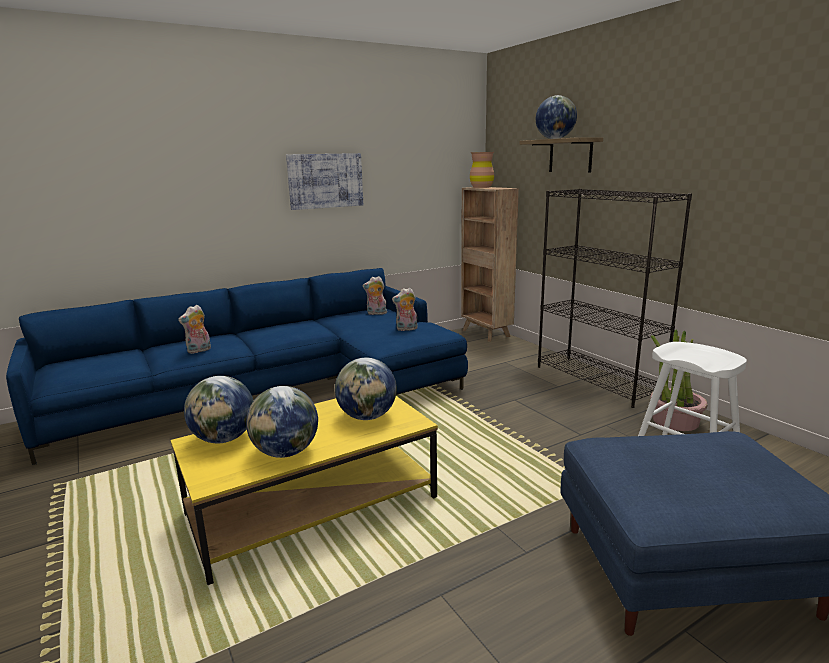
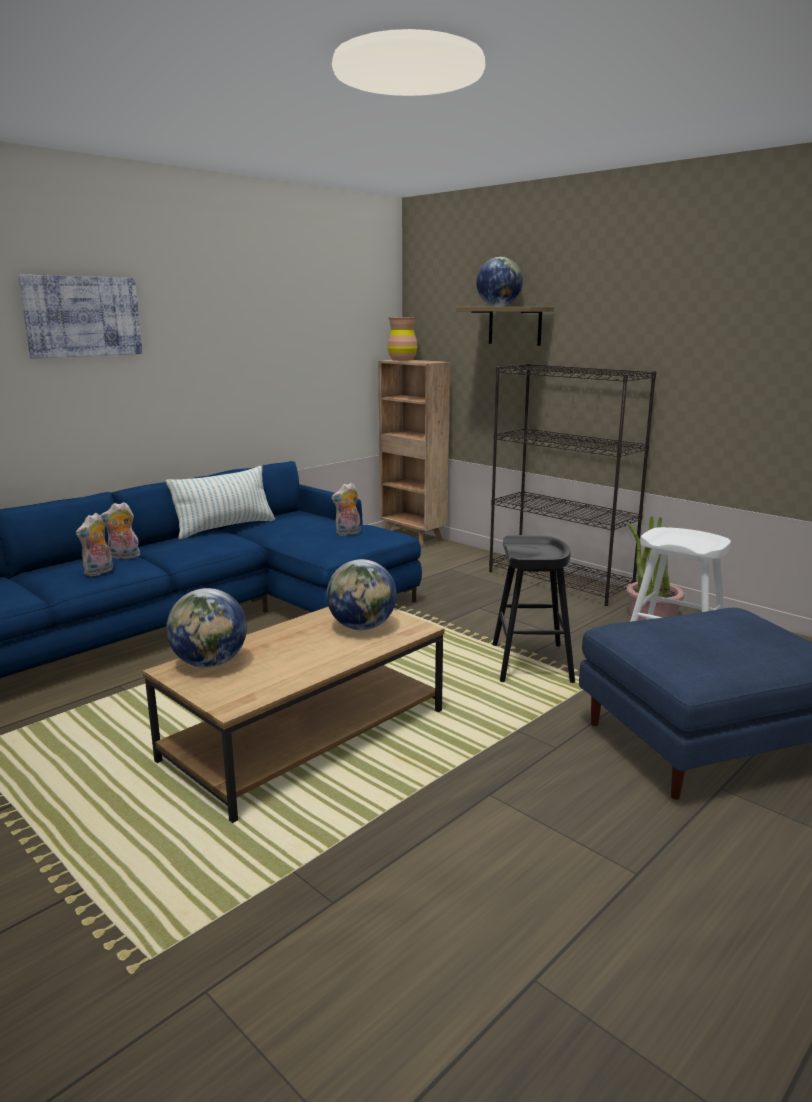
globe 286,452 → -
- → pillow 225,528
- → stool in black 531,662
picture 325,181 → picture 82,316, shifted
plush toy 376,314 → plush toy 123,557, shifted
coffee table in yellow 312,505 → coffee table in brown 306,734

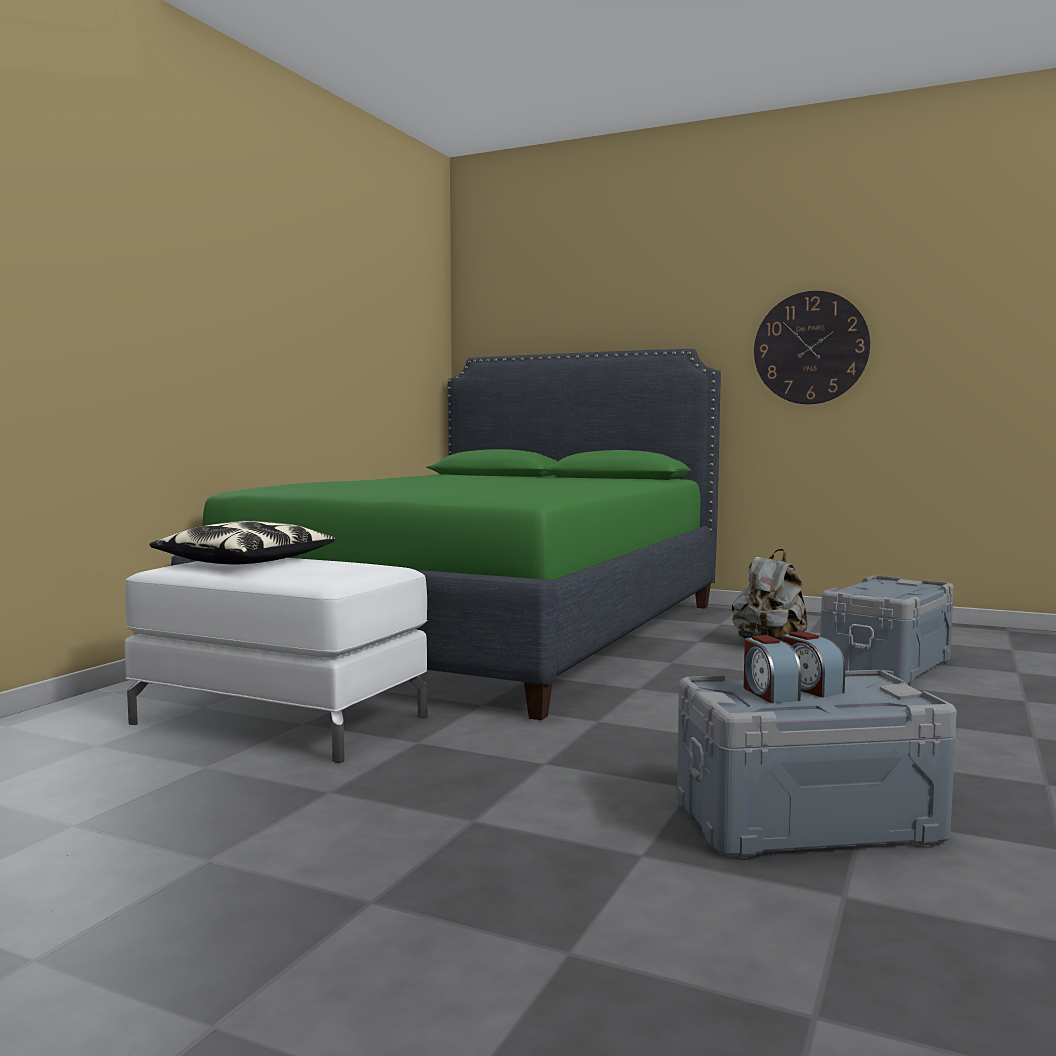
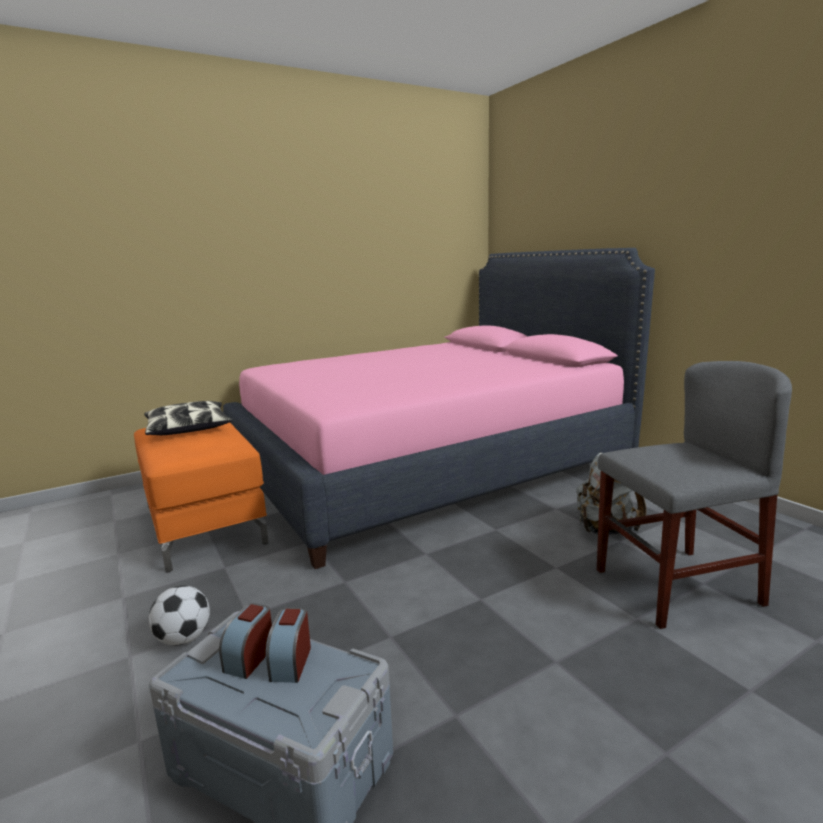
wall clock 811,348 → -
- → football 183,638
storage box in grey 887,666 → chair in grey 676,586
ottoman in white 282,719 → ottoman in orange 205,523
bed in green 488,632 → bed in pink 428,466

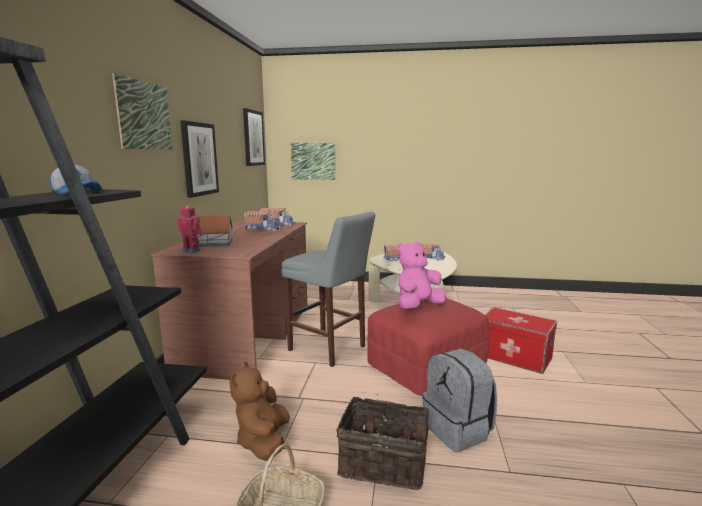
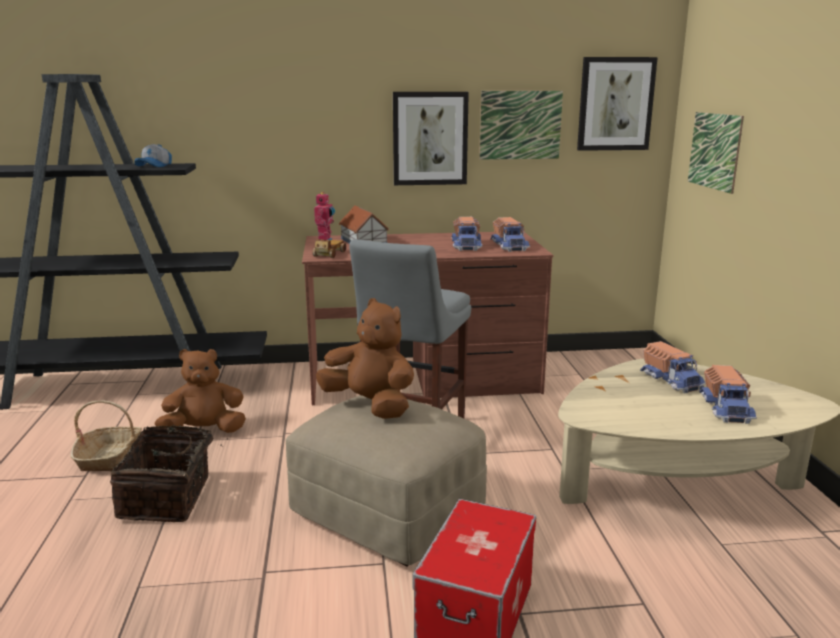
backpack in grey 458,430 → -
- → toy car 329,254
picture 144,115 → picture 520,125, shifted
ottoman in red 426,367 → ottoman in beige 389,512
plush toy in pink 418,307 → plush toy in brown 370,405

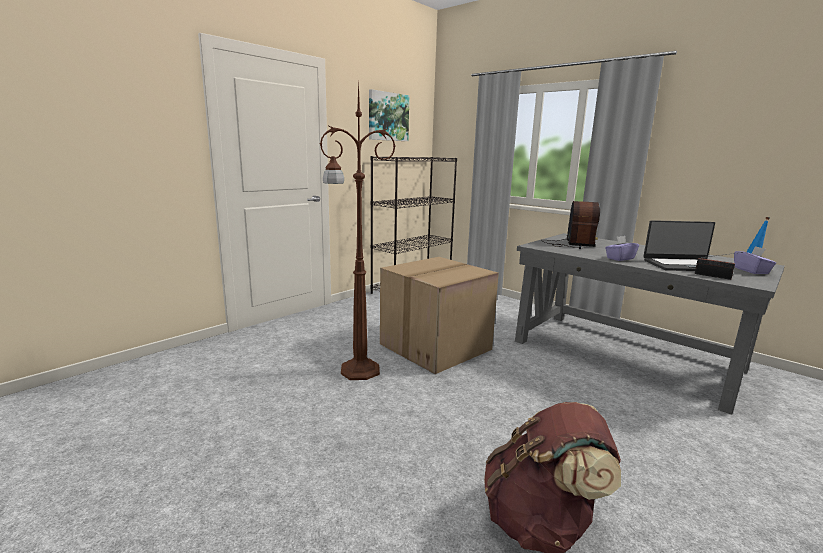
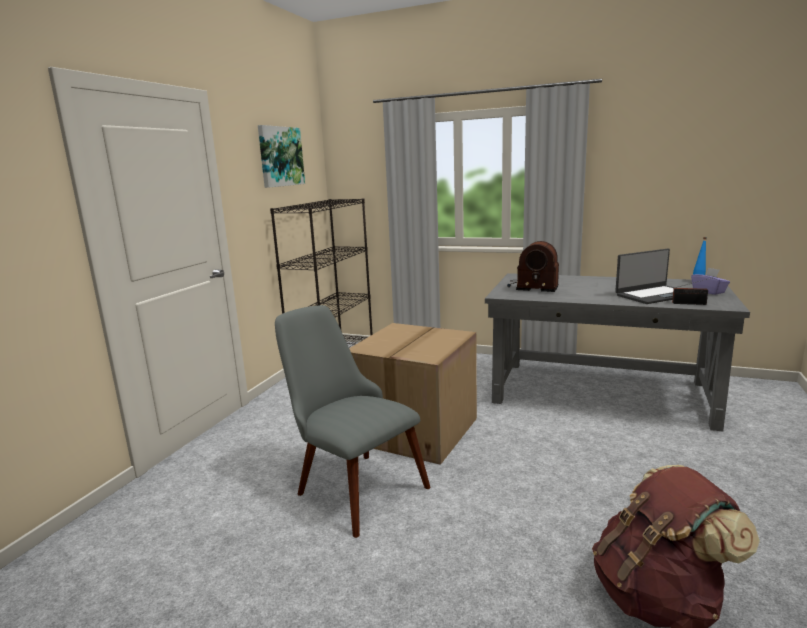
tissue box in purple 619,258 → -
floor lamp in brown 357,370 → chair in grey 351,485
radio 571,244 → radio 532,286, 120 degrees clockwise

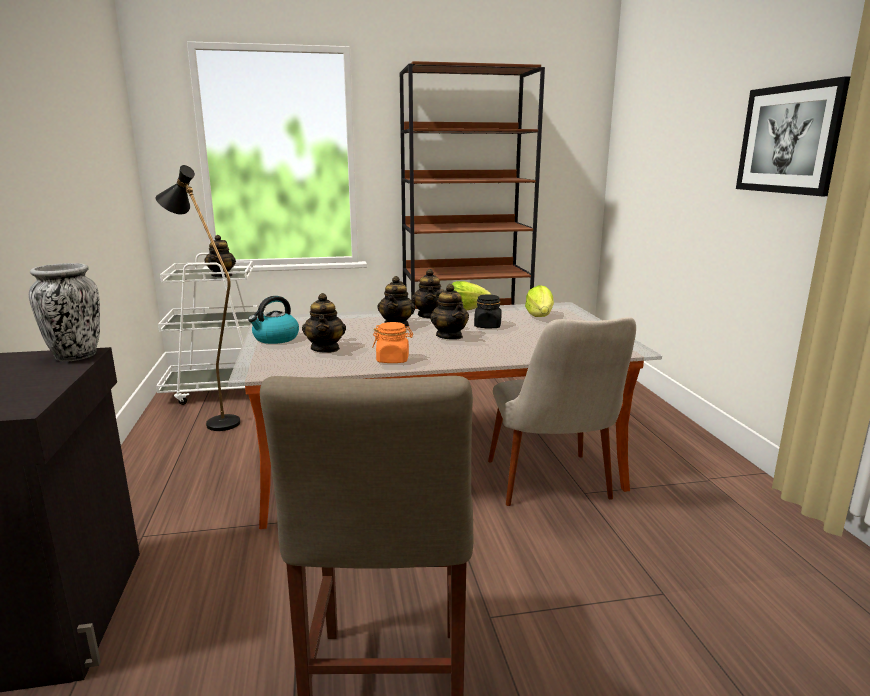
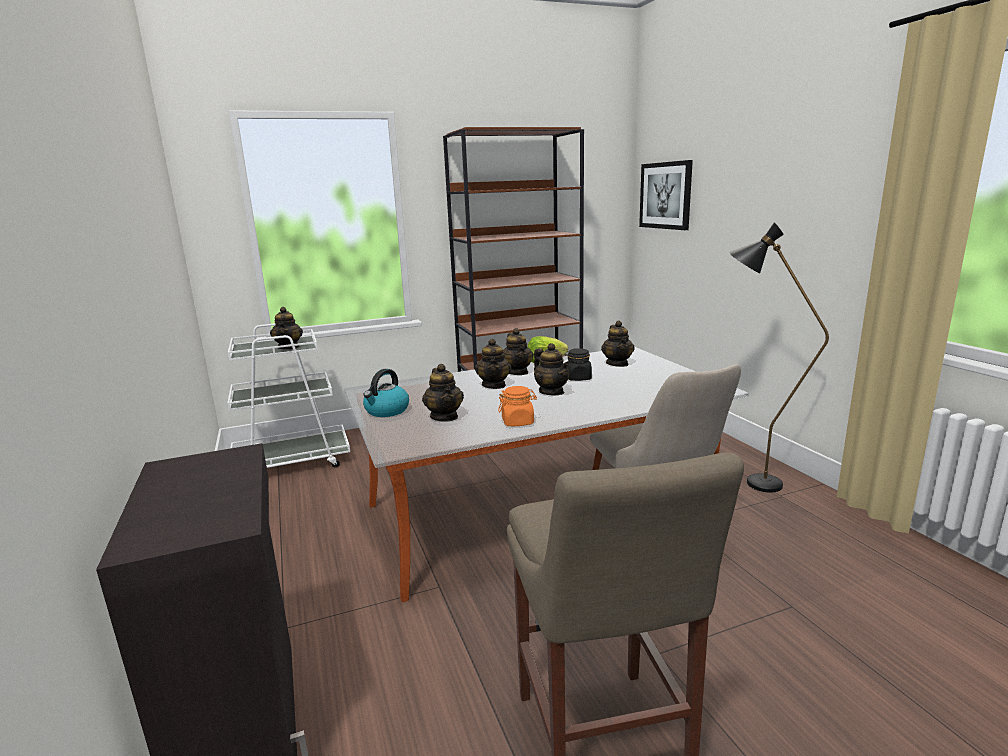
vase 75,356 → -
floor lamp in black 215,421 → floor lamp in black 750,482, shifted
picture 789,139 → picture 665,195, shifted
lettuce 540,316 → teapot 617,364

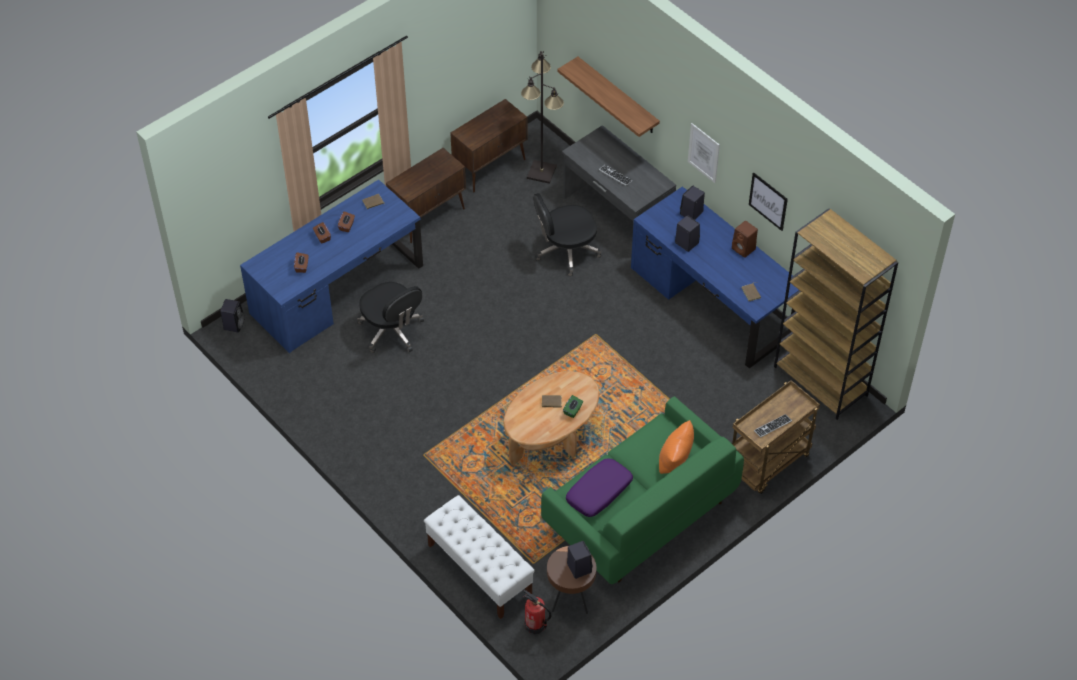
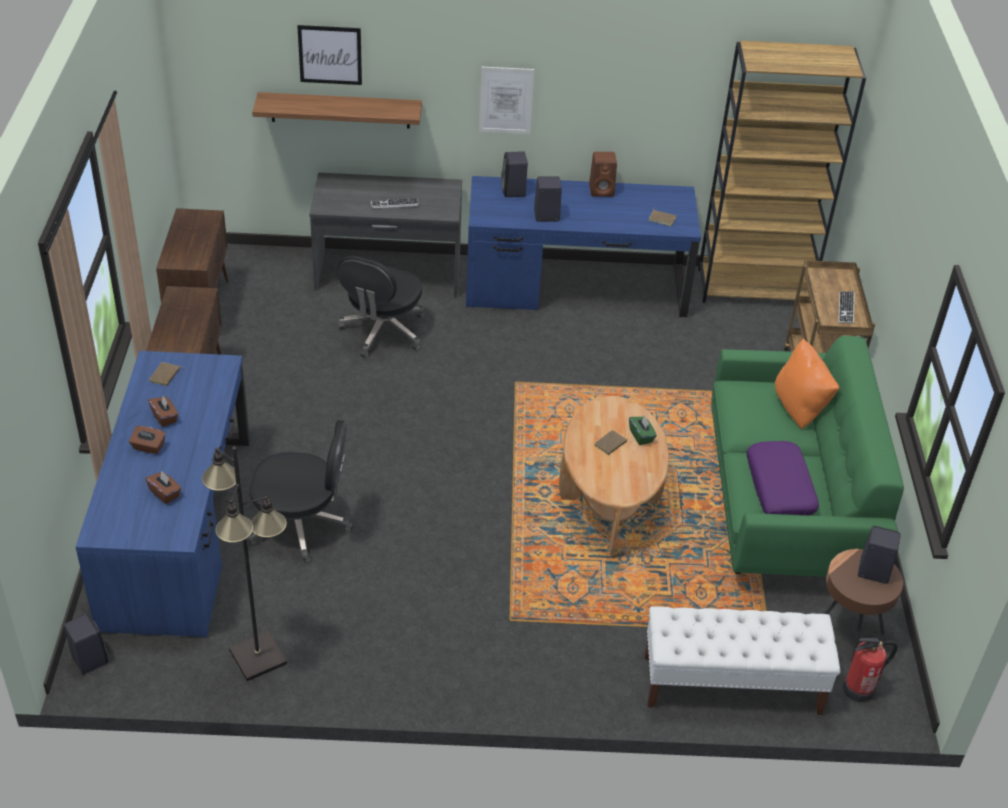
floor lamp in black 542,172 → floor lamp in black 258,656, shifted
picture 768,201 → picture 330,55, shifted

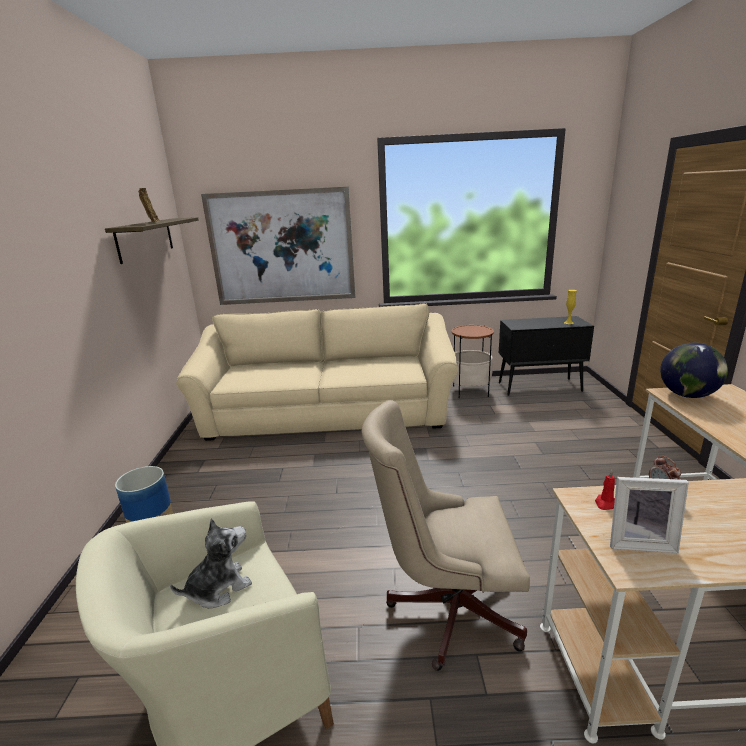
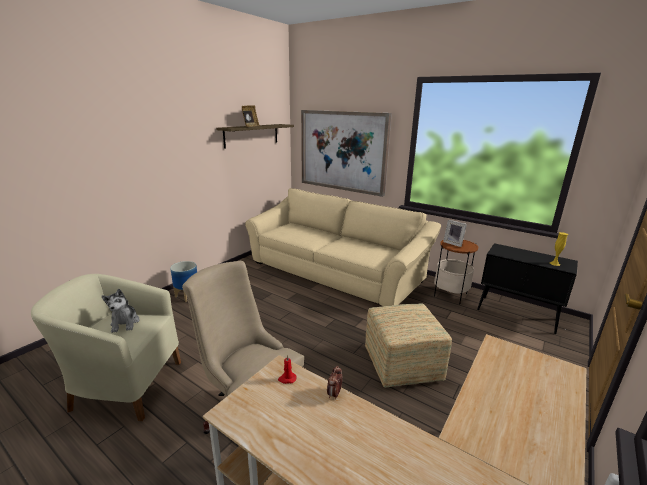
globe 687,395 → -
- → ottoman 403,365
picture frame 639,541 → picture frame 453,243, shifted
plush toy 219,588 → plush toy 125,323, 75 degrees clockwise

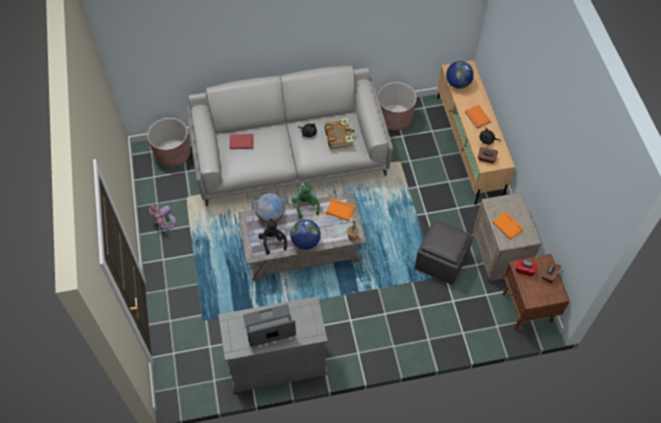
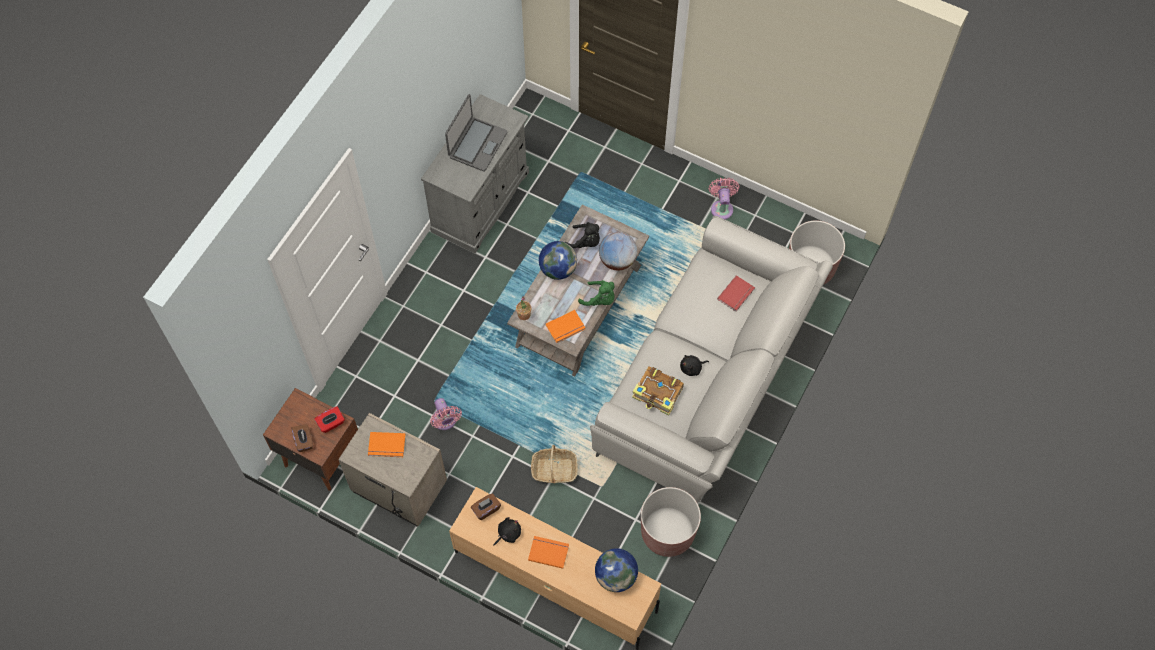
- → basket 554,470
ottoman in grey 440,261 → fan in pink 445,421

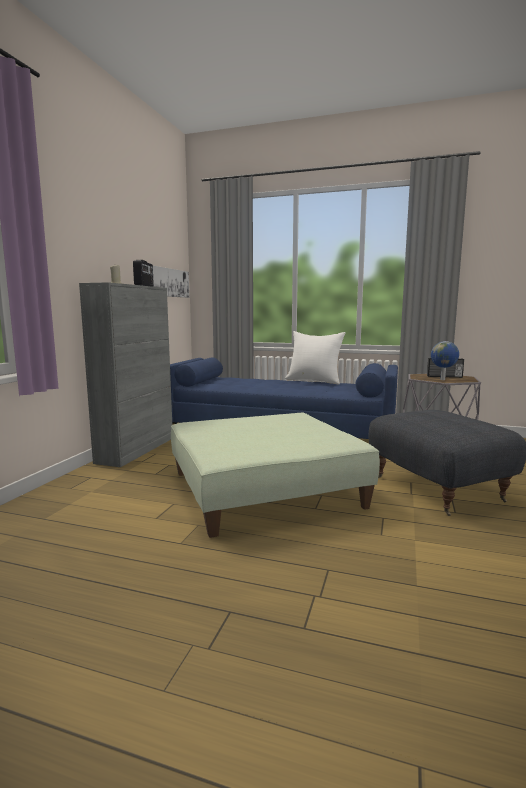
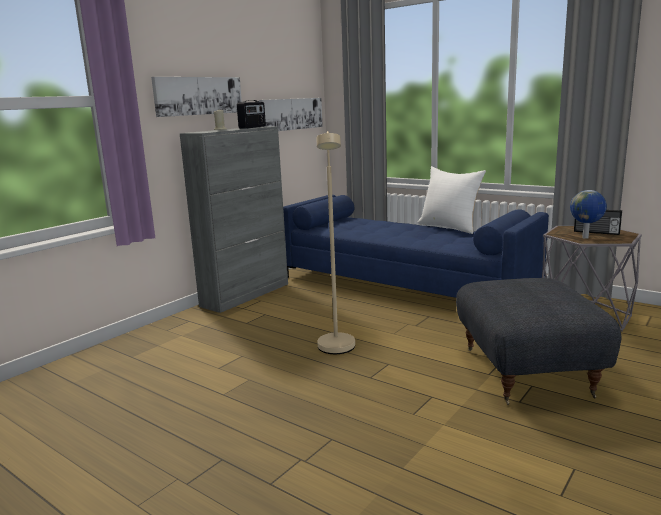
- → picture 198,96
ottoman in green 265,489 → floor lamp in beige 336,351

